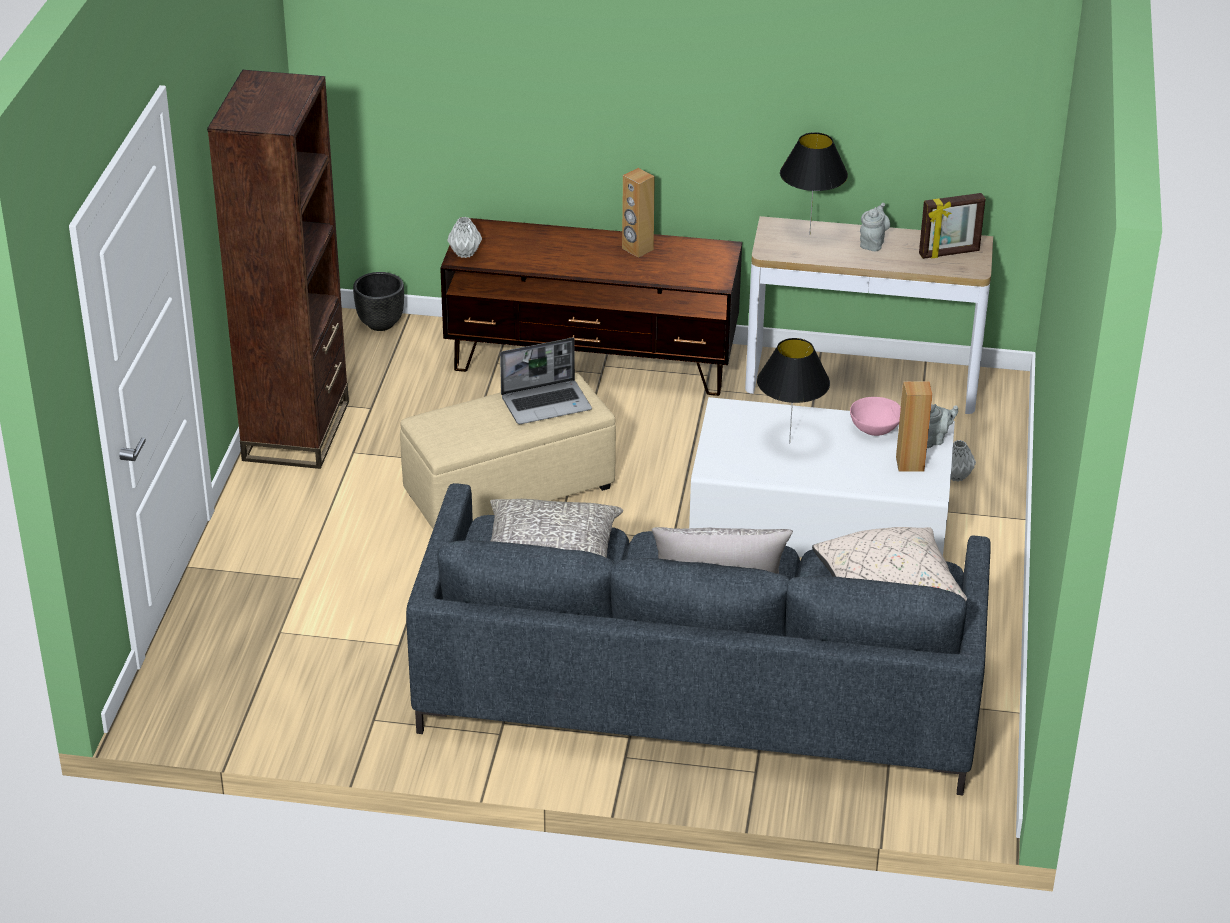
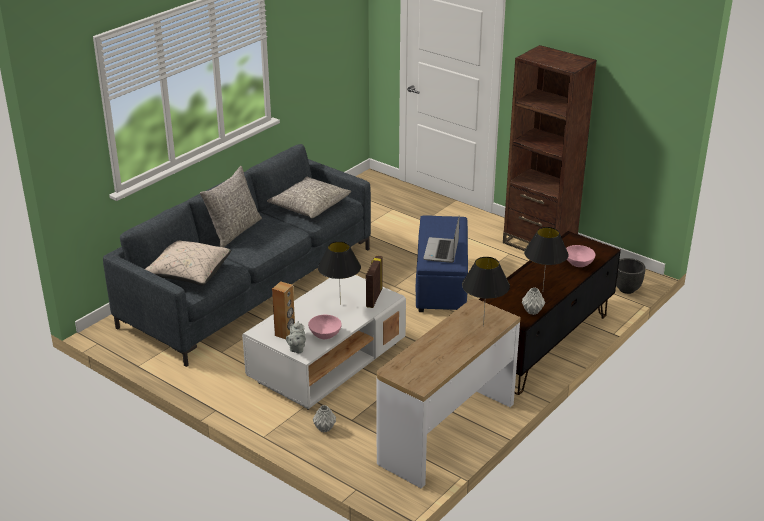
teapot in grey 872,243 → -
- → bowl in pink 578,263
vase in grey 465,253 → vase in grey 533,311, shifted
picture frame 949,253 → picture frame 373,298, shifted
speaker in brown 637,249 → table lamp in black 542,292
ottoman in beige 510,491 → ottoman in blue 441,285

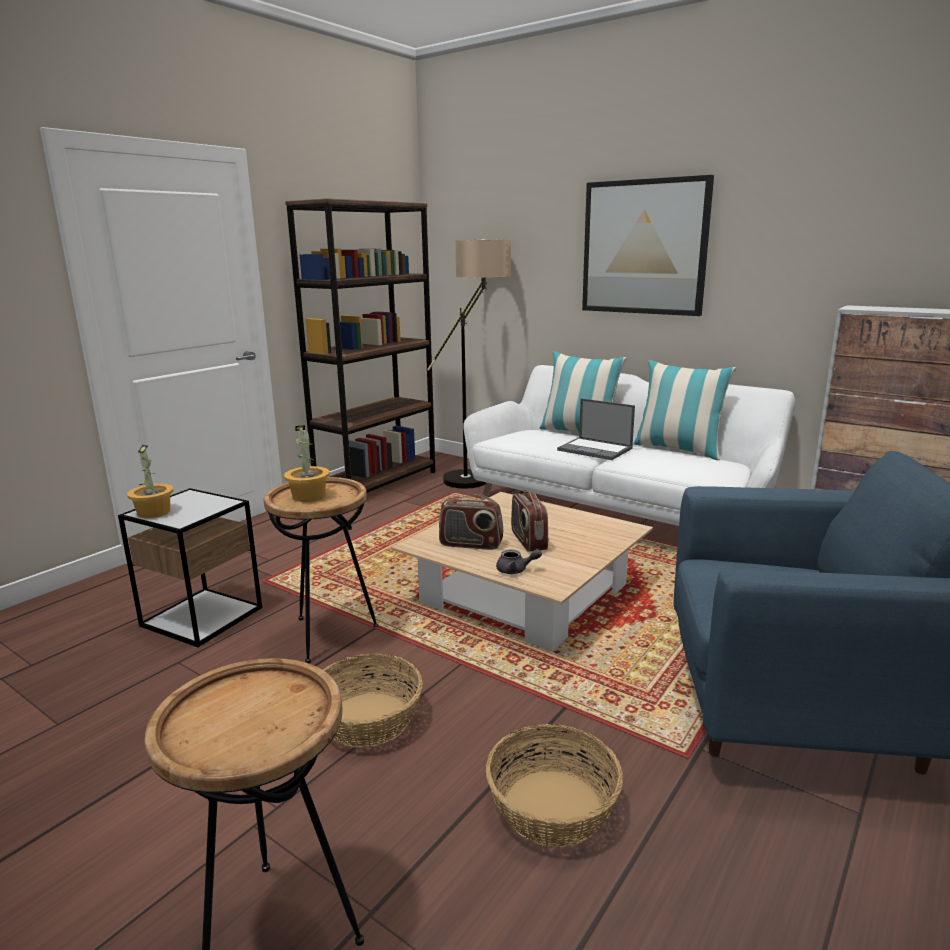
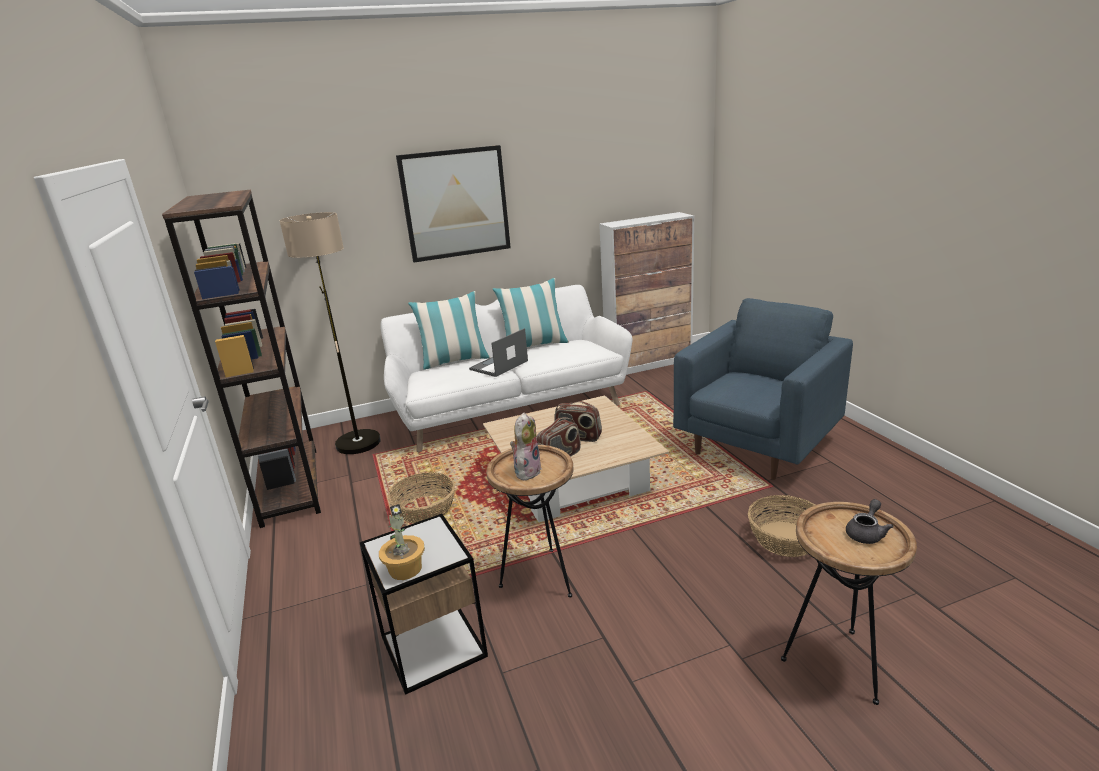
basket 367,719 → basket 424,510, shifted
teapot in grey 516,570 → teapot in grey 866,533, shifted
potted plant 309,496 → plush toy 527,471
laptop 596,449 → laptop 498,365, 150 degrees clockwise

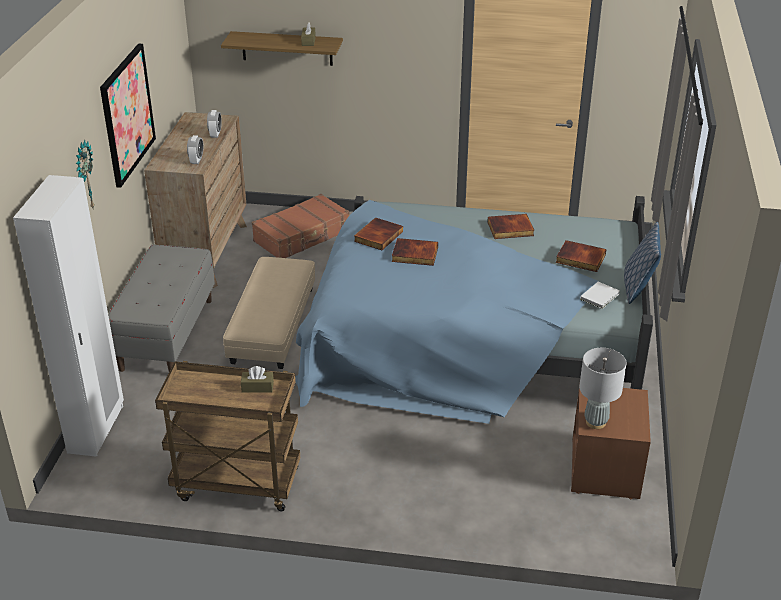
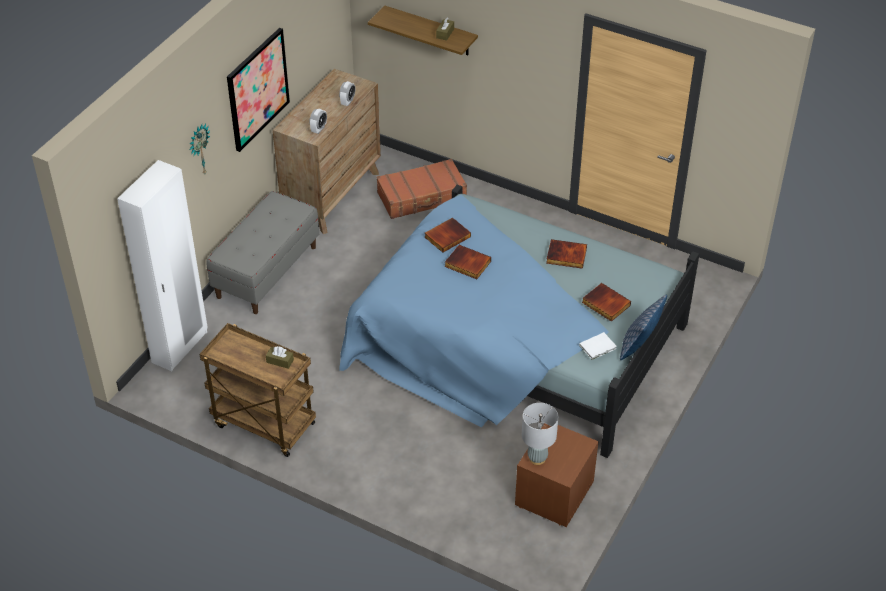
ottoman in beige 273,325 → -

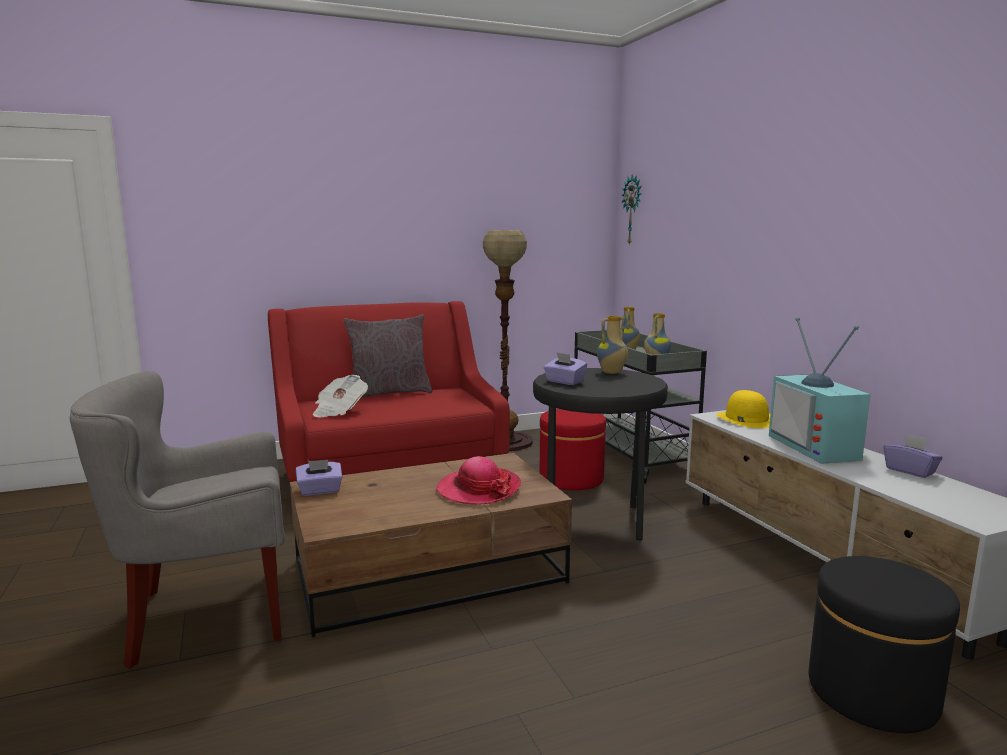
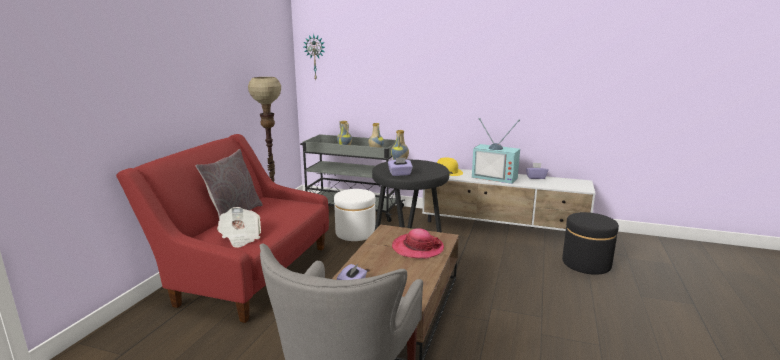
ottoman in red 571,479 → ottoman in white 355,233

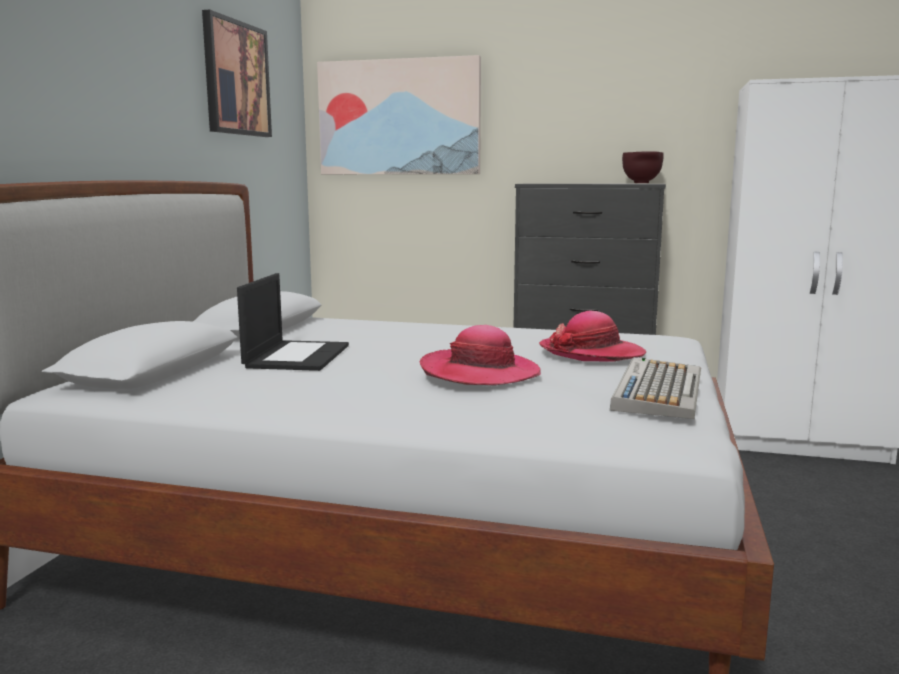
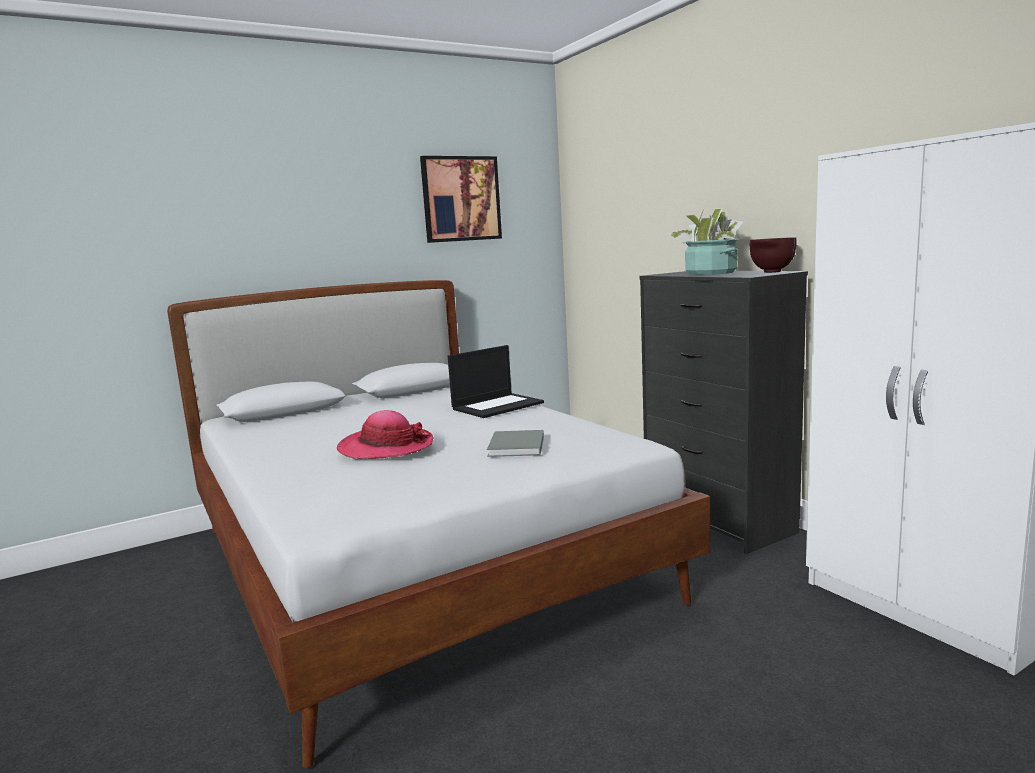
picture 399,117 → -
keyboard 657,390 → -
- → potted plant 710,273
laptop 297,356 → laptop 497,406, shifted
hat 591,353 → book in grey 516,447

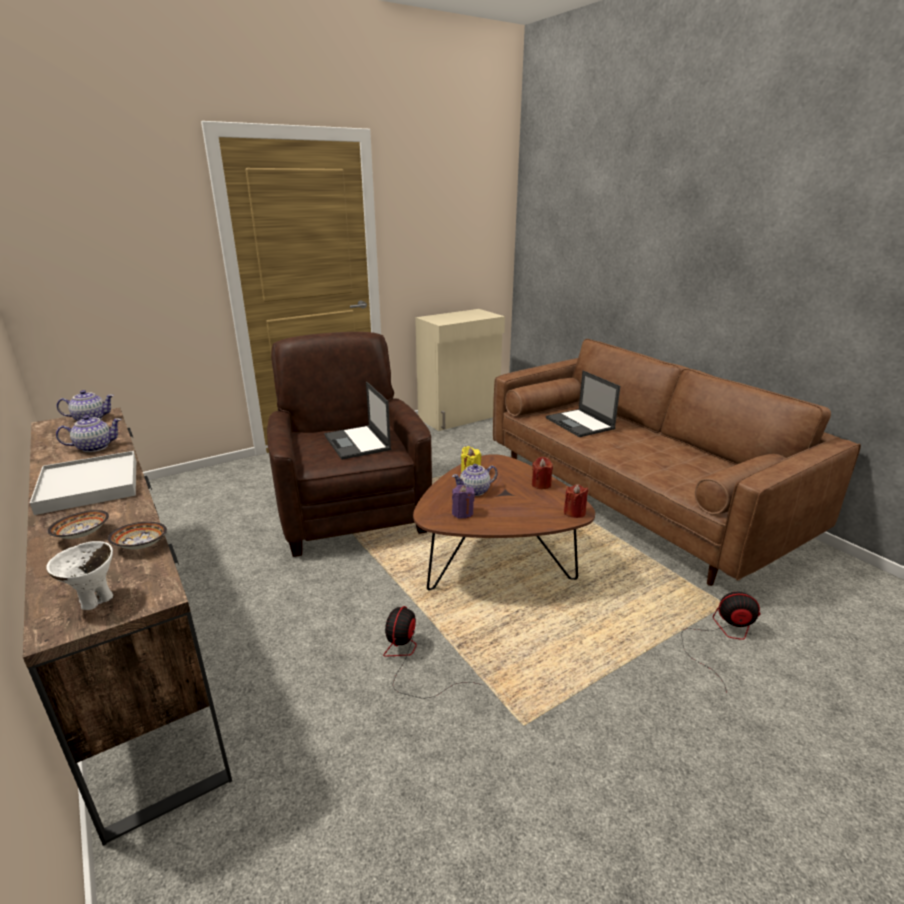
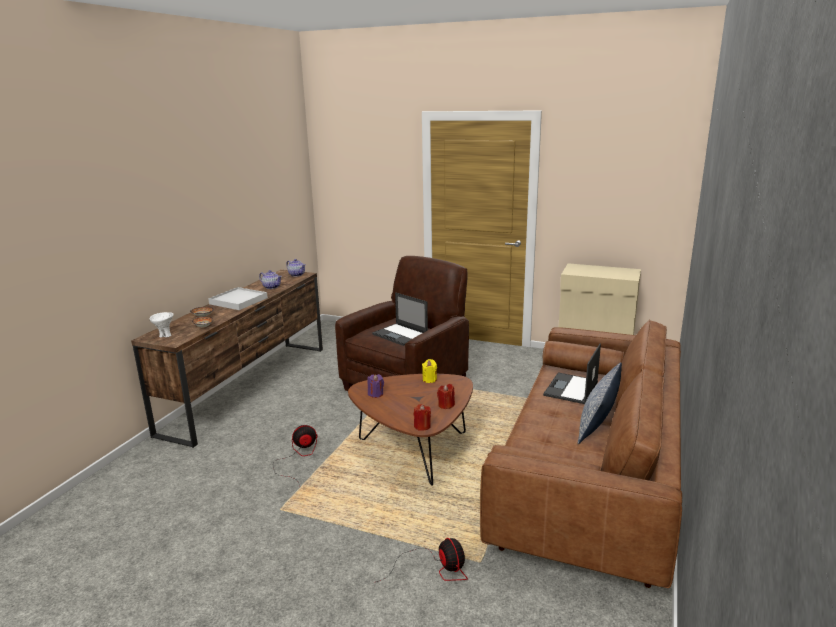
teapot 475,491 → -
- → pillow 598,420
laptop 357,443 → laptop 400,335, 75 degrees counterclockwise

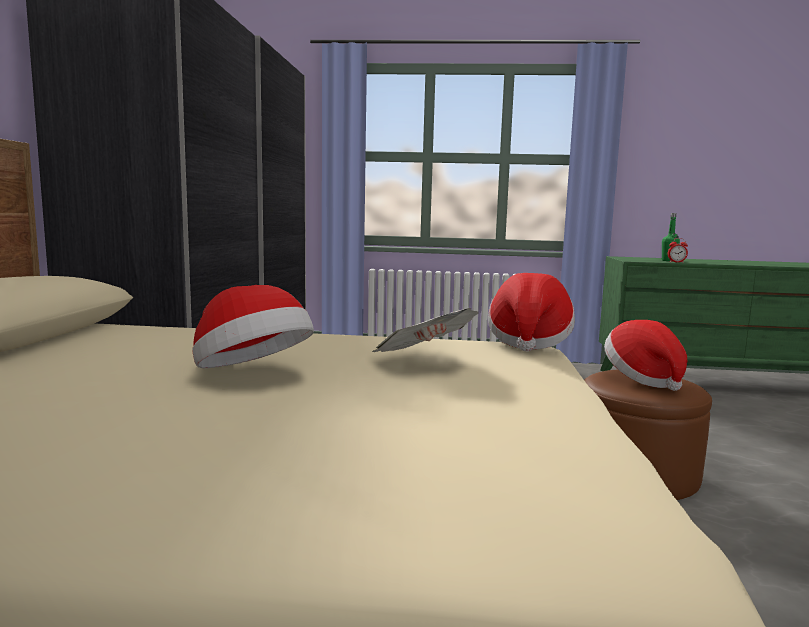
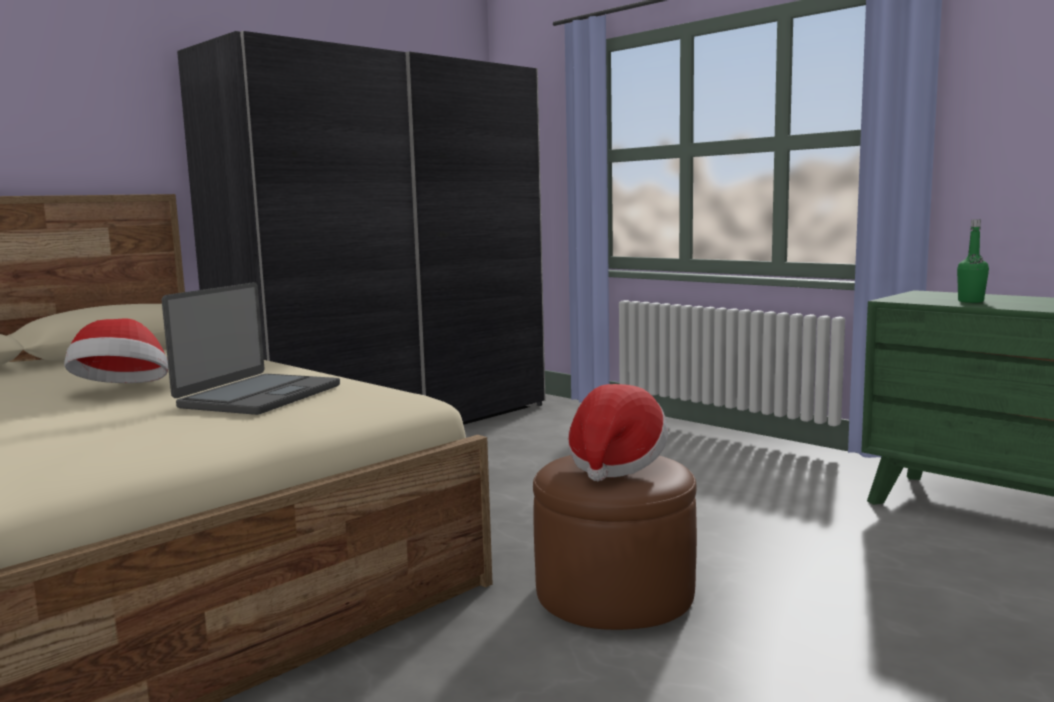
hat 528,341 → -
alarm clock 676,262 → -
newspaper 423,360 → laptop 259,396

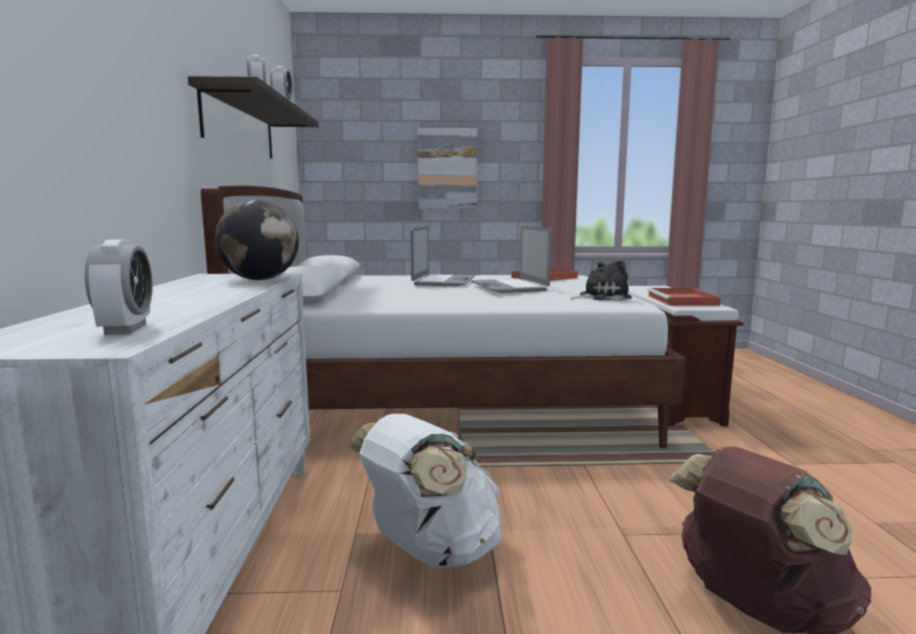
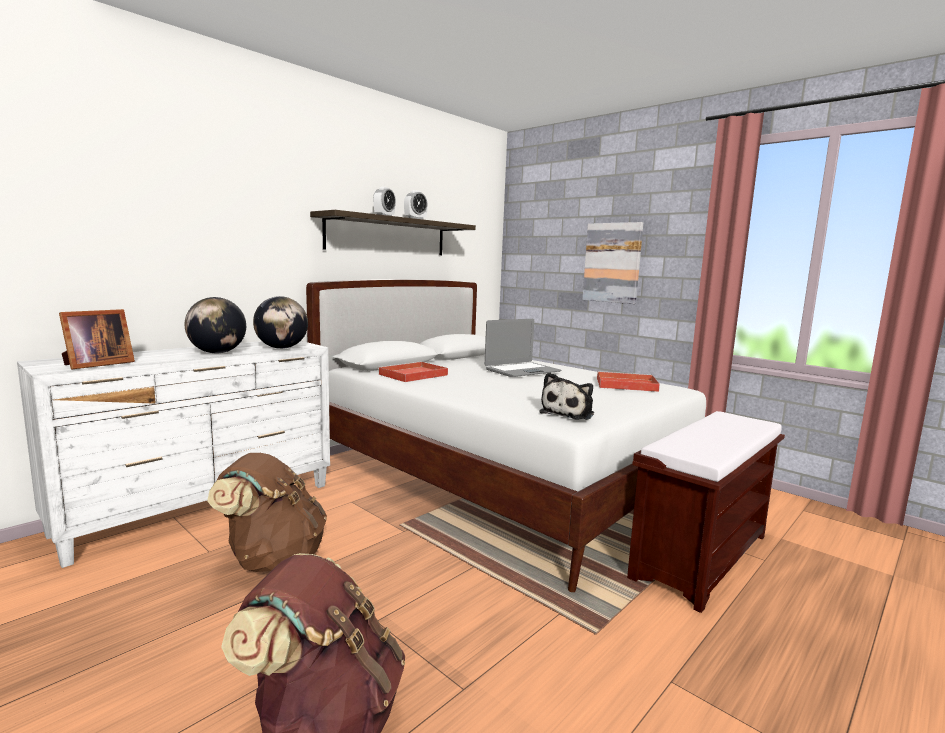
laptop 509,287 → -
- → globe 217,353
tray in red 683,300 → tray in red 412,375, shifted
alarm clock 125,329 → picture frame 96,364
backpack in white 430,552 → backpack in brown 273,559
plush toy 601,297 → plush toy 569,413, 90 degrees clockwise

